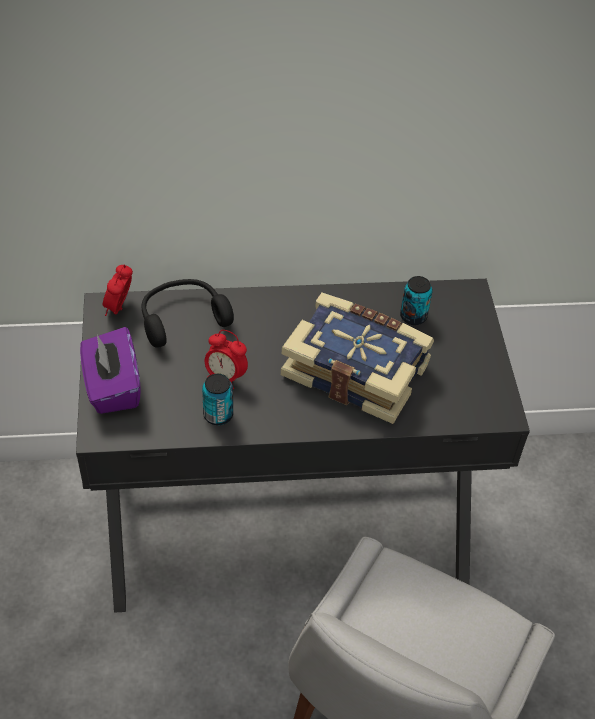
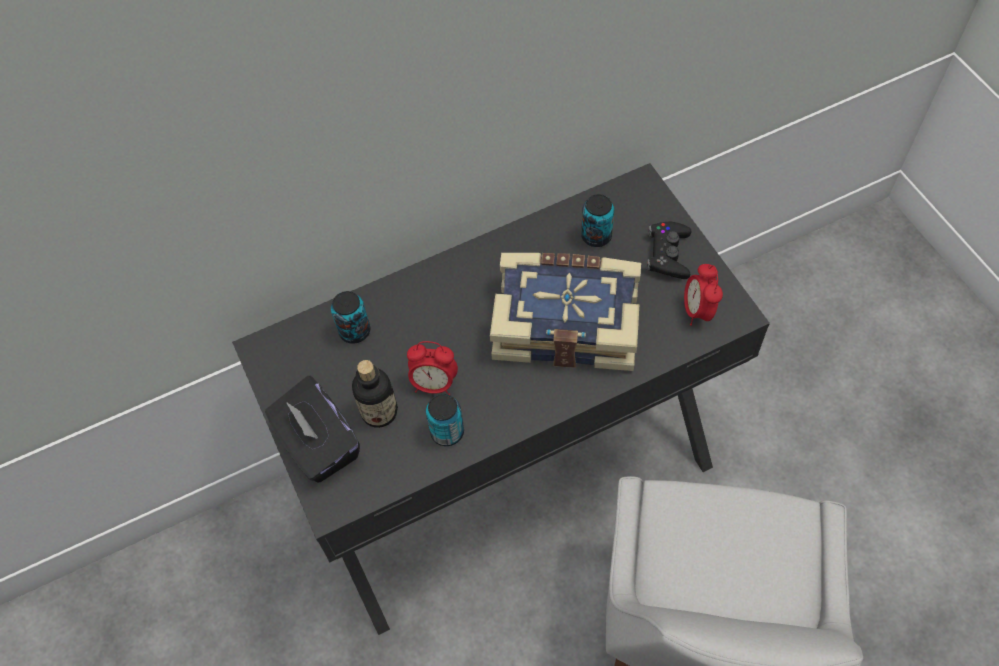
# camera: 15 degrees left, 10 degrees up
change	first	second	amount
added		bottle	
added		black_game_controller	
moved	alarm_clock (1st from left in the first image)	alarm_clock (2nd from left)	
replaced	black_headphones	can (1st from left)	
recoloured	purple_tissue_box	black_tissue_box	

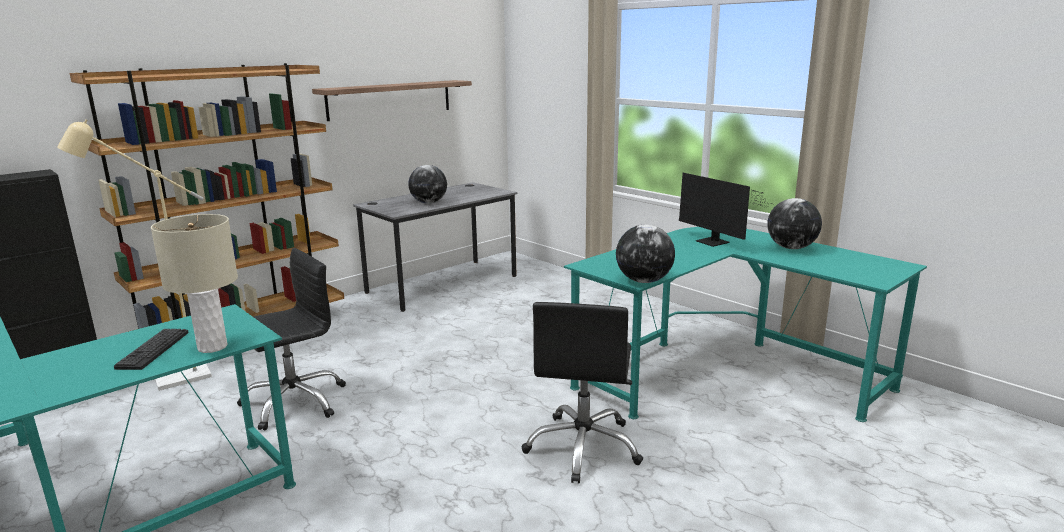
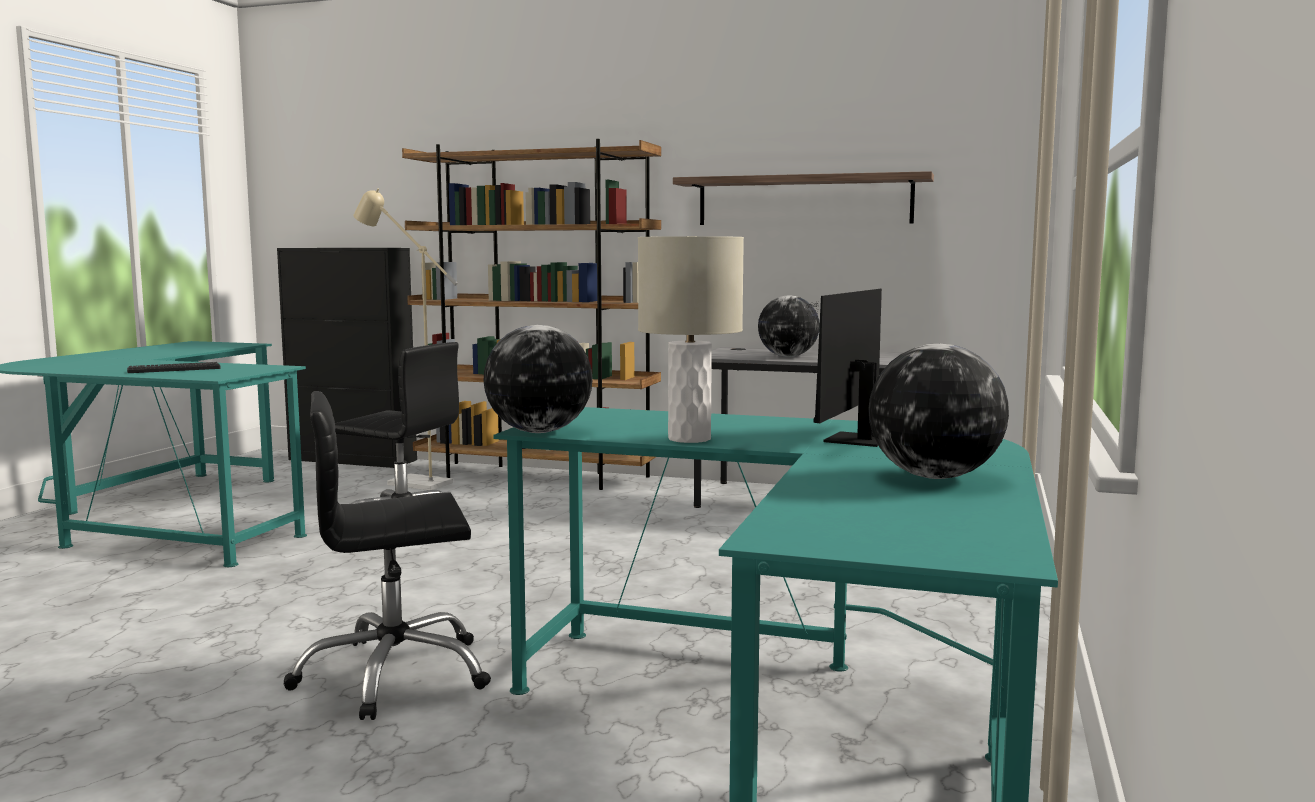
# camera: 60 degrees right, 10 degrees down
change	first	second	amount
moved	beige_table_lamp		

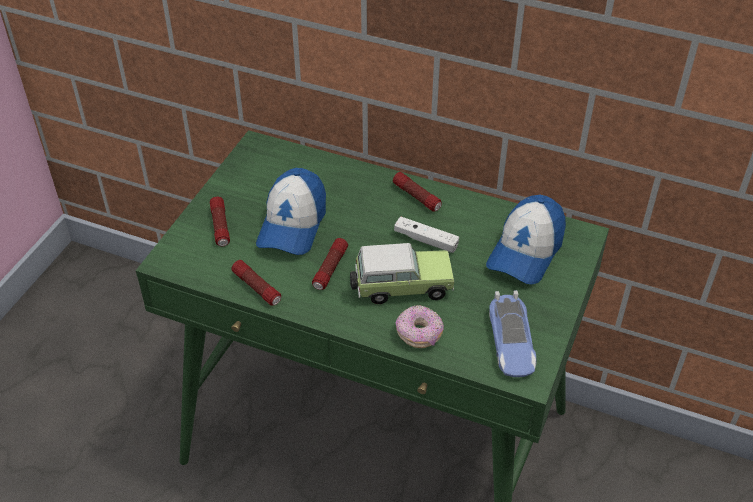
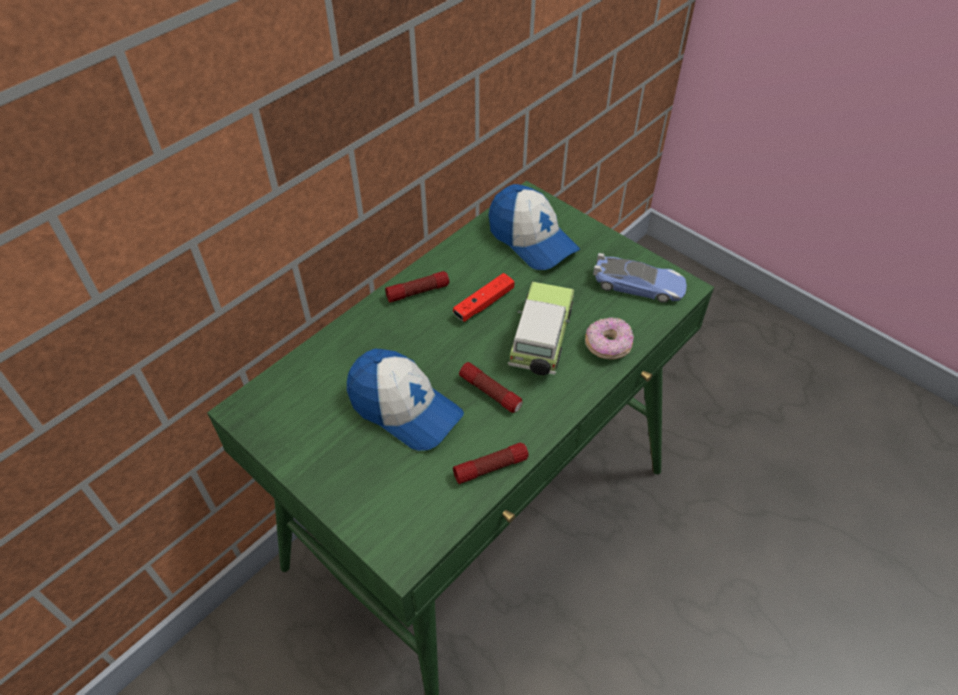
# camera: 70 degrees left, 5 degrees up
change	first	second	amount
removed	flashlight (1st from left)		
recoloured	white_game_controller	red_game_controller	

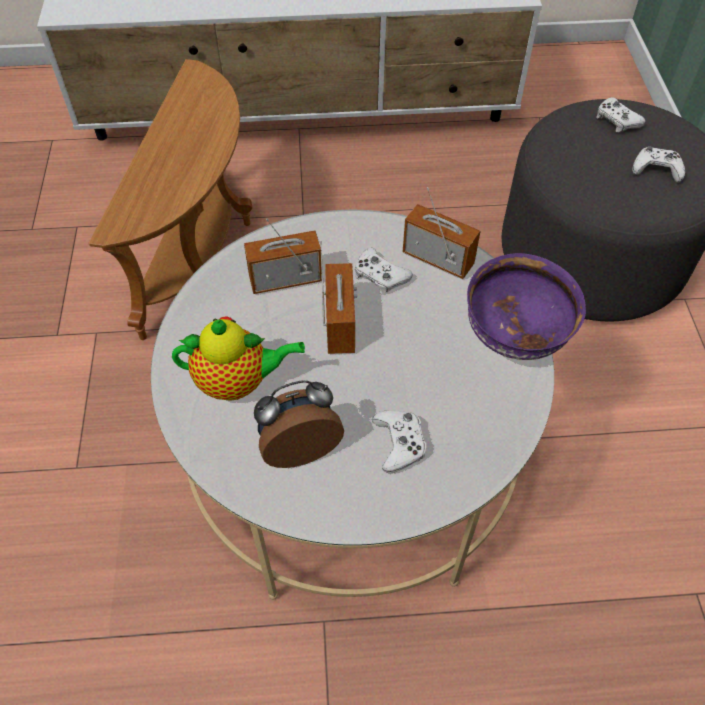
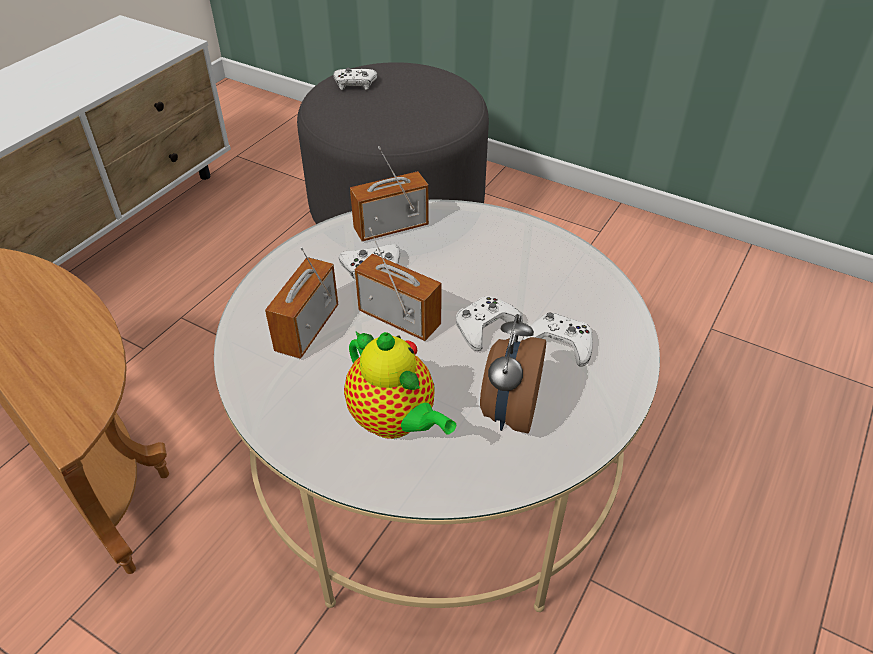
# camera: 55 degrees left, 10 degrees down
change	first	second	amount
removed	purple_bowl		
moved	white_game_controller (4th from left in the first image)	white_game_controller (3rd from left)	
turned	teapot		105 degrees clockwise

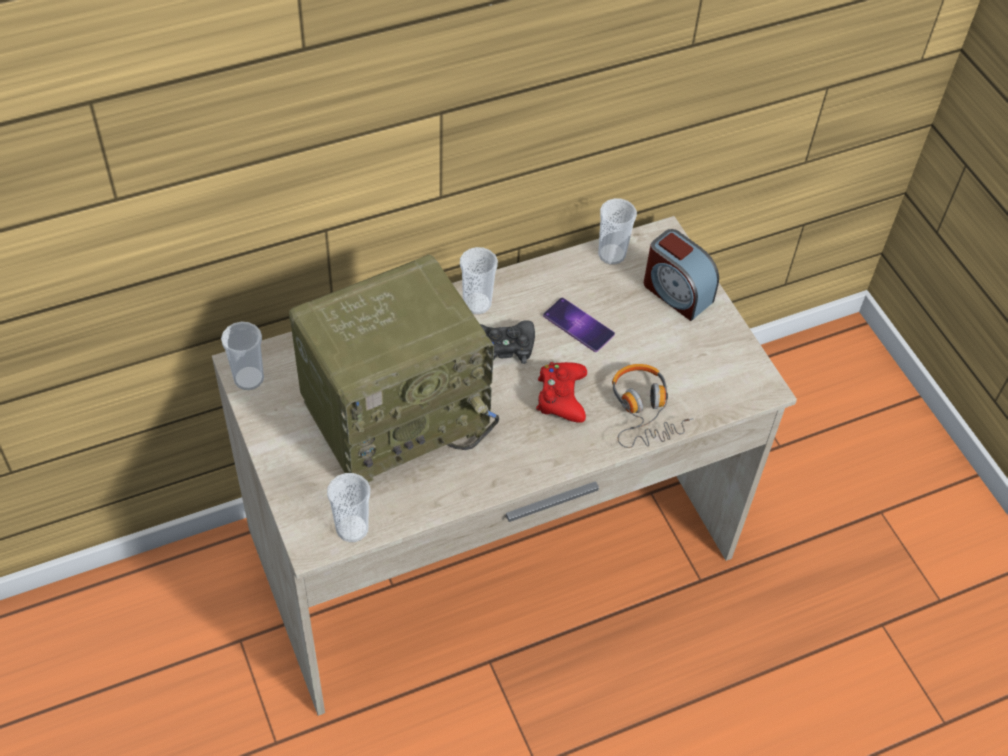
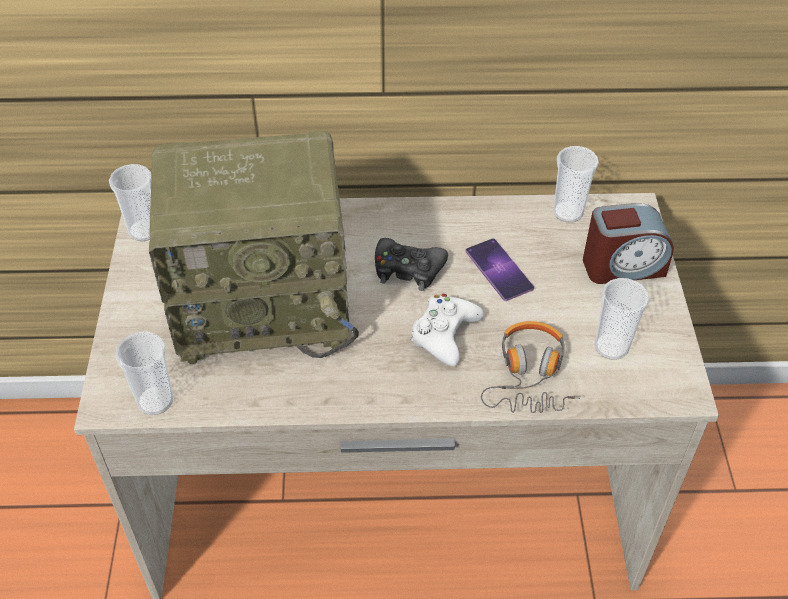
# camera: 25 degrees right, 5 degrees down
change	first	second	amount
moved	cup (3rd from left in the first image)	cup (4th from left)	
recoloured	red_game_controller	white_game_controller	
turned	alarm_clock		75 degrees counterclockwise

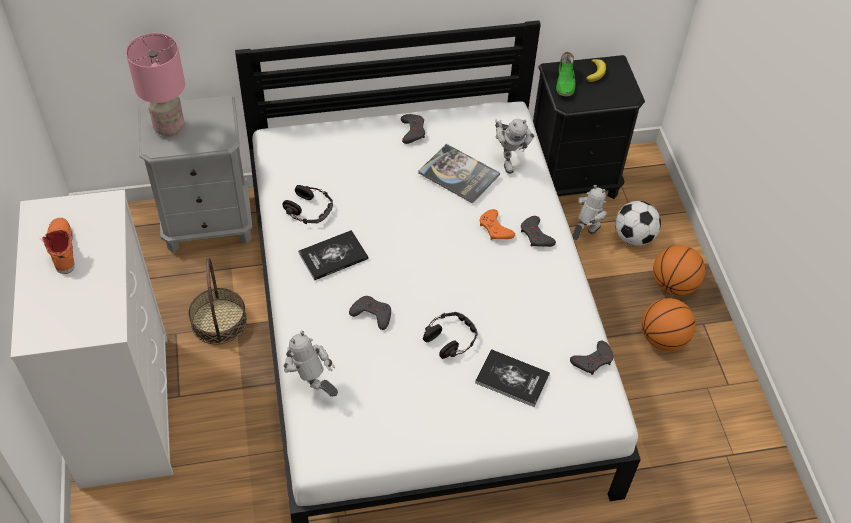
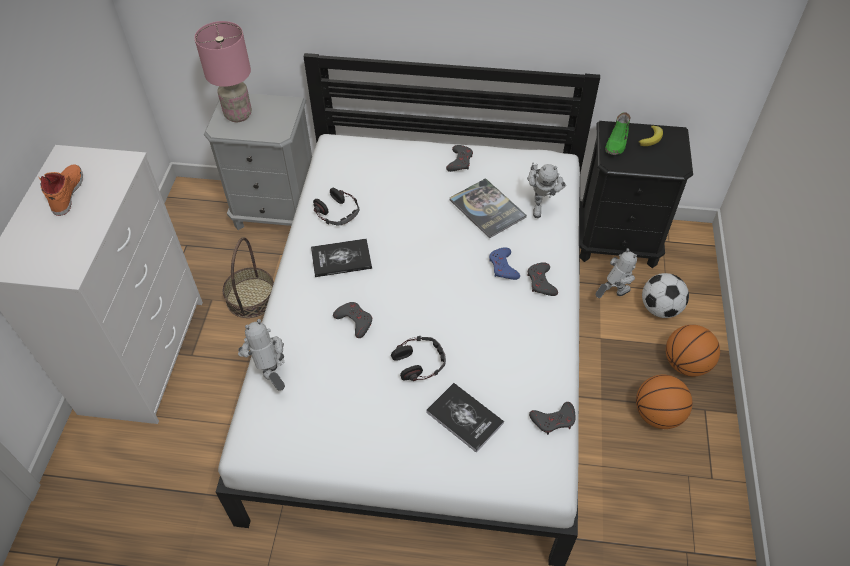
# camera: 20 degrees right, 0 degrees up
change	first	second	amount
recoloured	orange_game_controller	blue_game_controller	

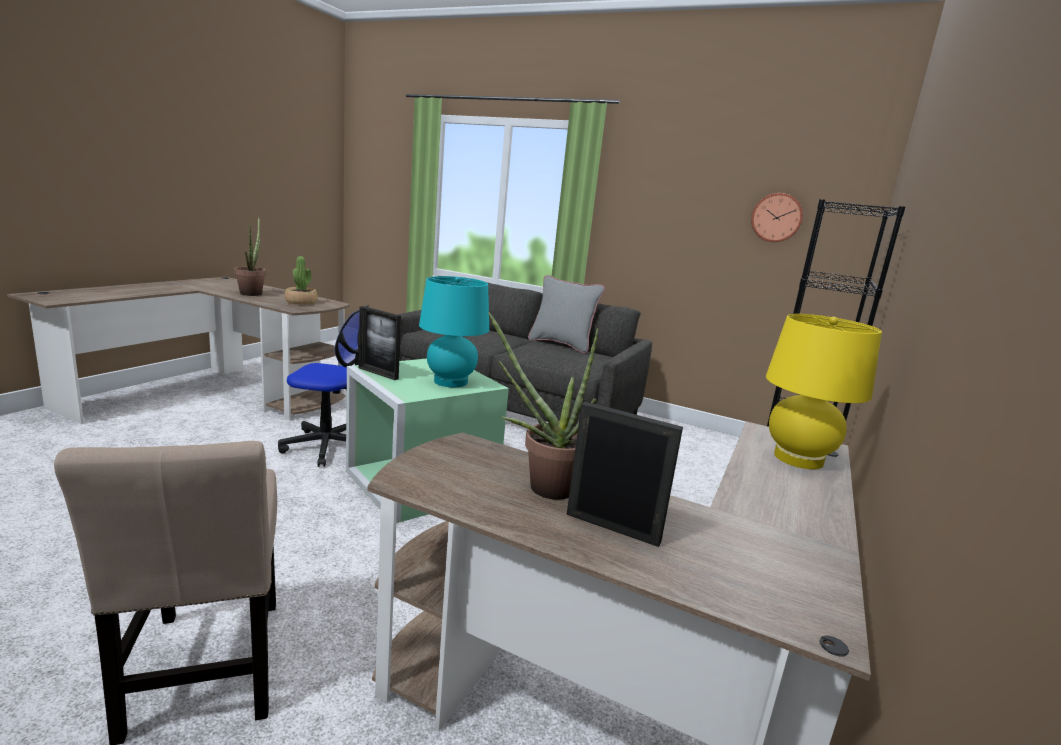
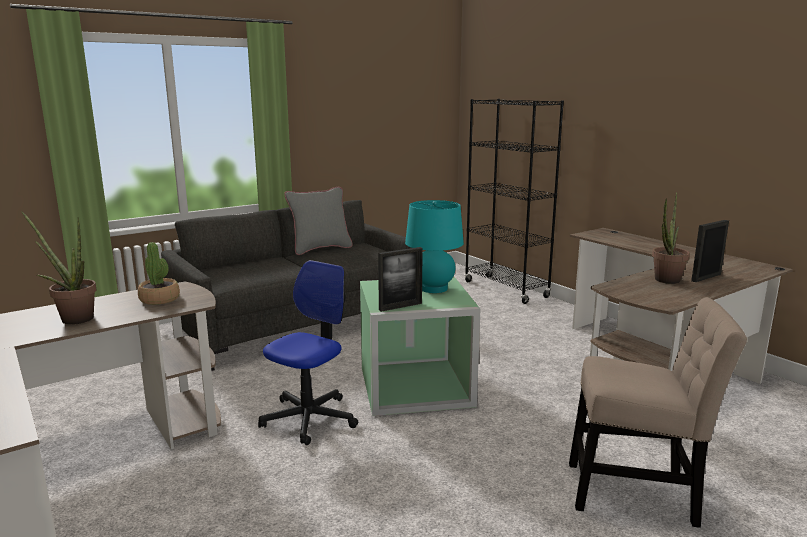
# camera: 60 degrees left, 0 degrees up
change	first	second	amount
removed	wall_clock		
removed	yellow_table_lamp		

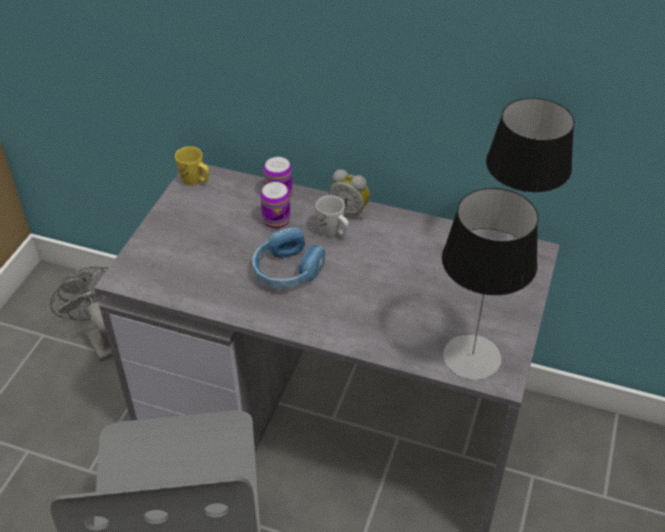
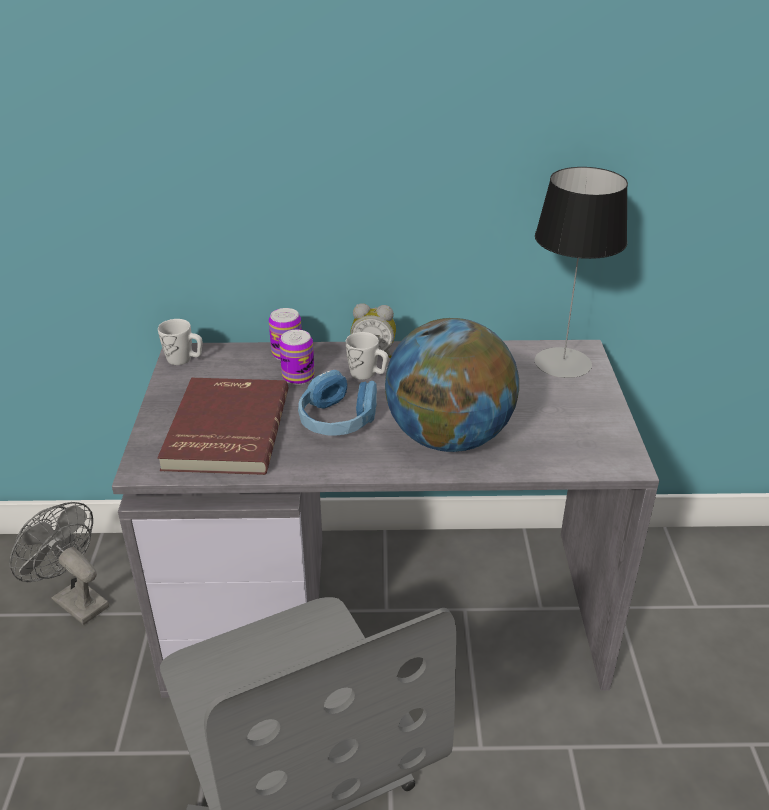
# camera: 20 degrees left, 10 degrees down
change	first	second	amount
removed	table_lamp (1st from left)		
added		red_book	
added		globe	
recoloured	yellow_mug	white_mug (1st from left)	

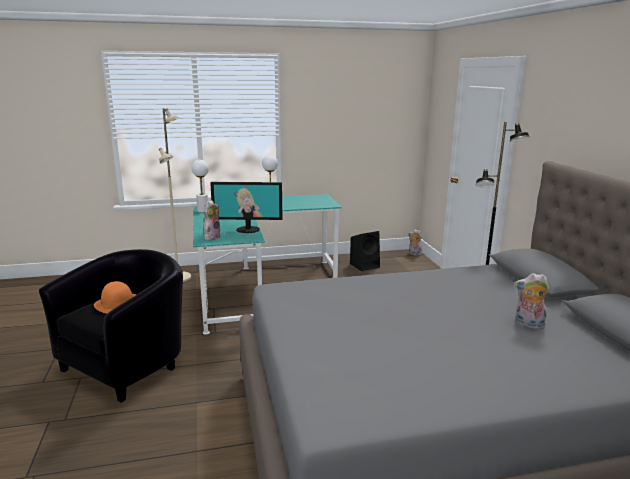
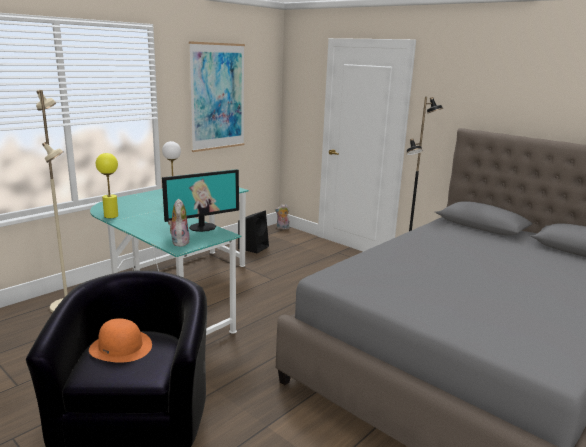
# camera: 35 degrees left, 0 degrees up
change	first	second	amount
removed	plush_toy (3rd from left)		
added		picture	
recoloured	white_table_lamp (1st from left)	yellow_table_lamp	

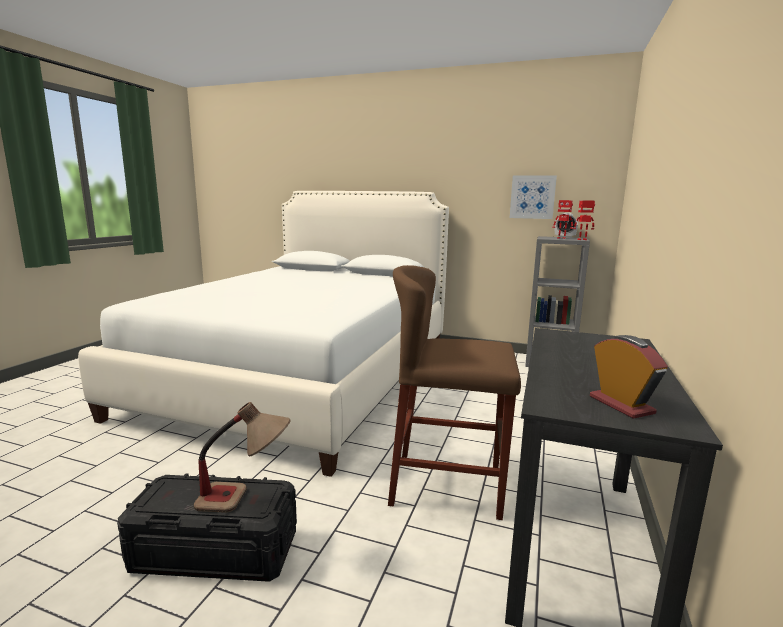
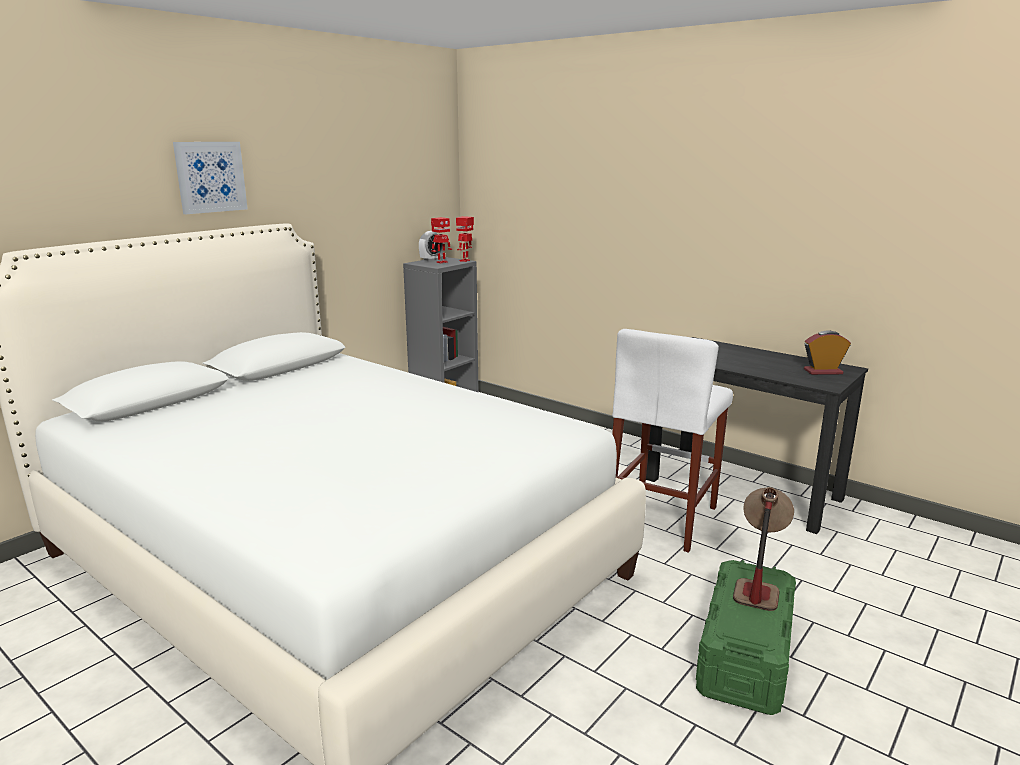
# camera: 70 degrees left, 5 degrees up
change	first	second	amount
moved	picture		
recoloured	black_storage_box	green_storage_box	
recoloured	brown_stool	white_stool	

